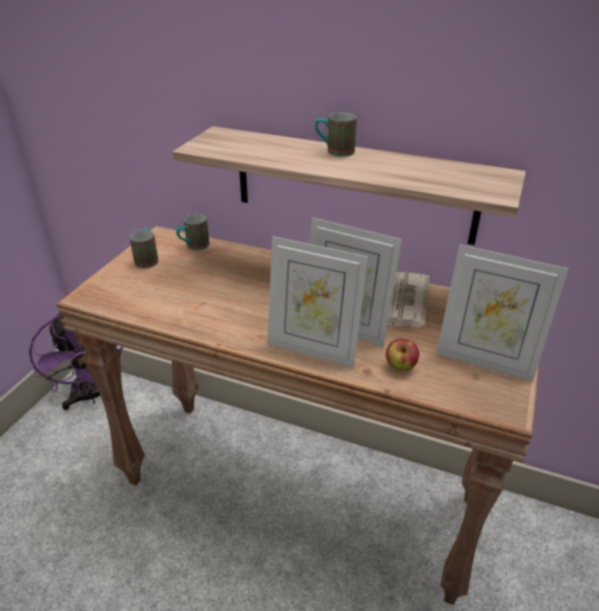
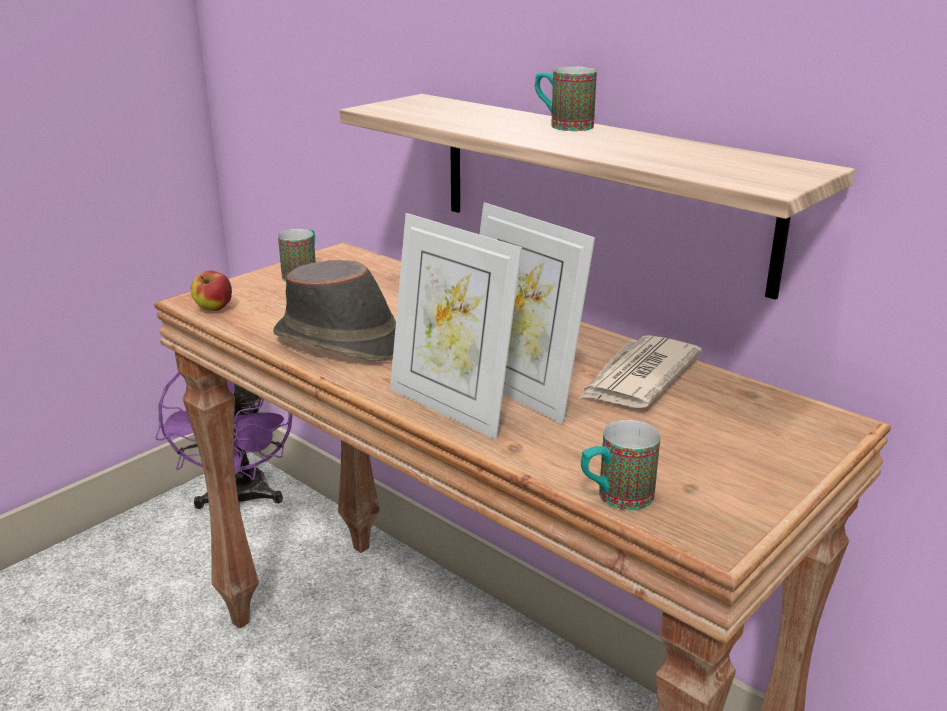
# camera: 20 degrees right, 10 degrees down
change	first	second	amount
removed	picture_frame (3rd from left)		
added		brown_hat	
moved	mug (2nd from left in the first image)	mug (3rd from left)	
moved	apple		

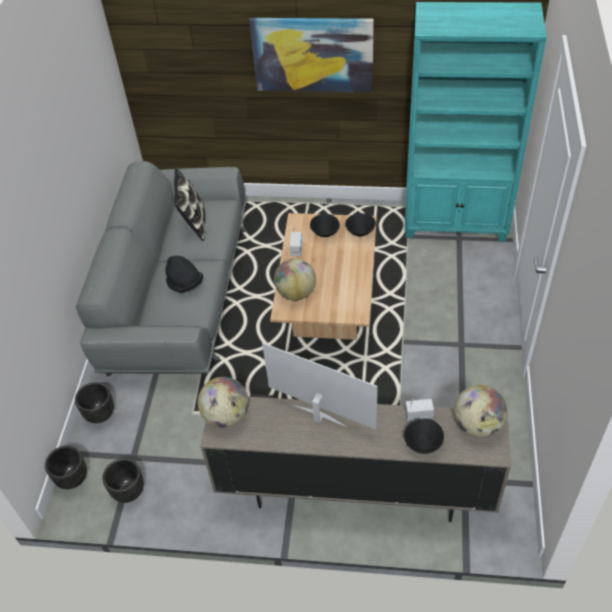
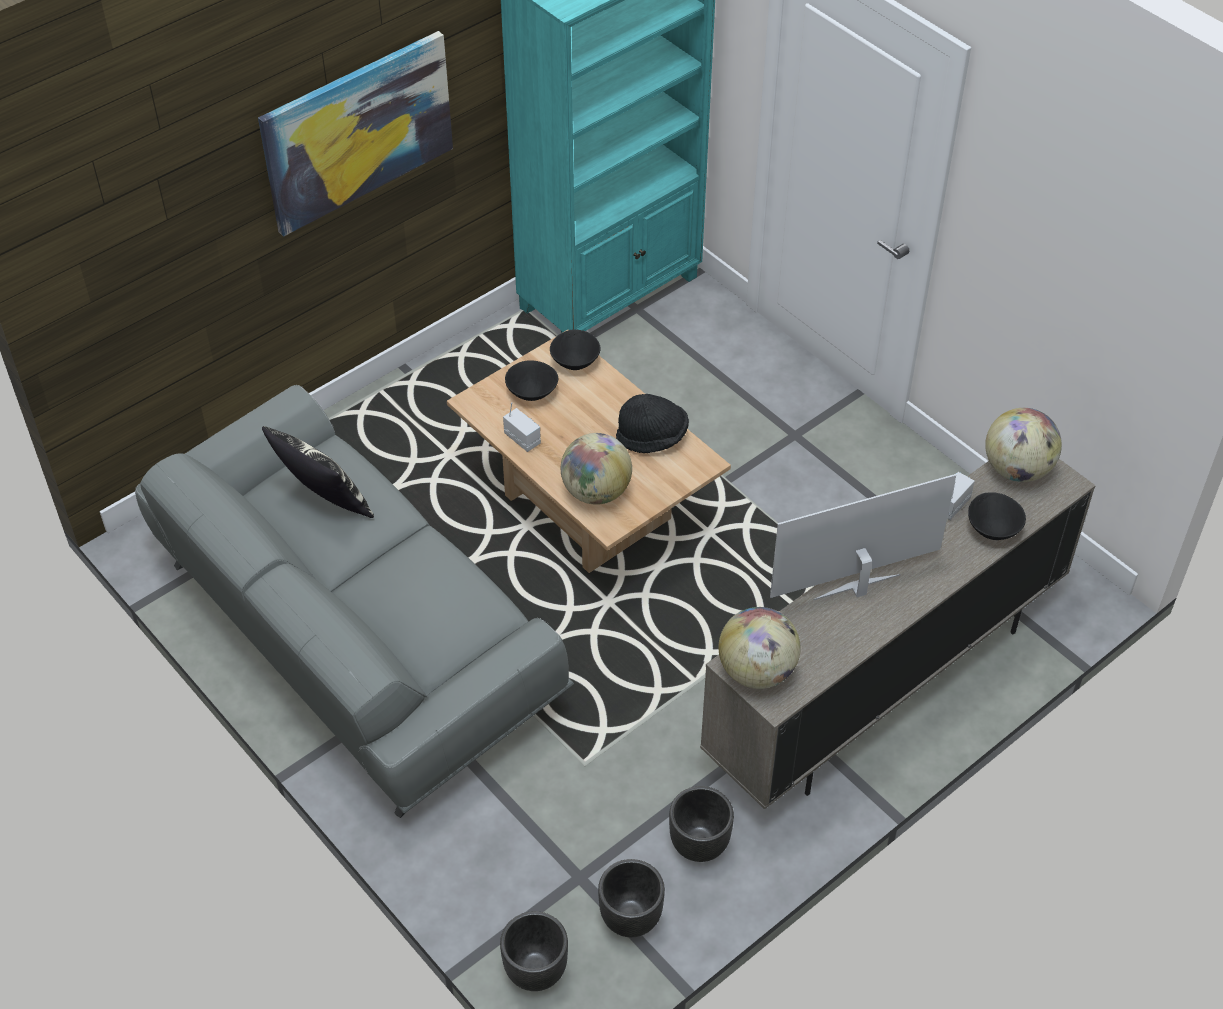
# camera: 50 degrees left, 0 degrees up
change	first	second	amount
moved	black_planter (2nd from left in the first image)	black_planter (3rd from left)	
moved	black_hat		

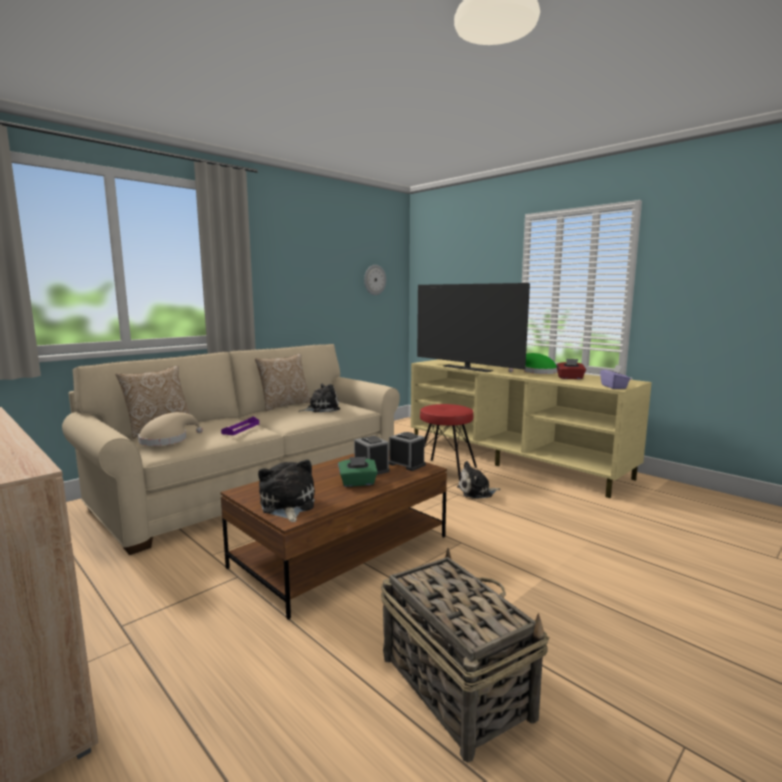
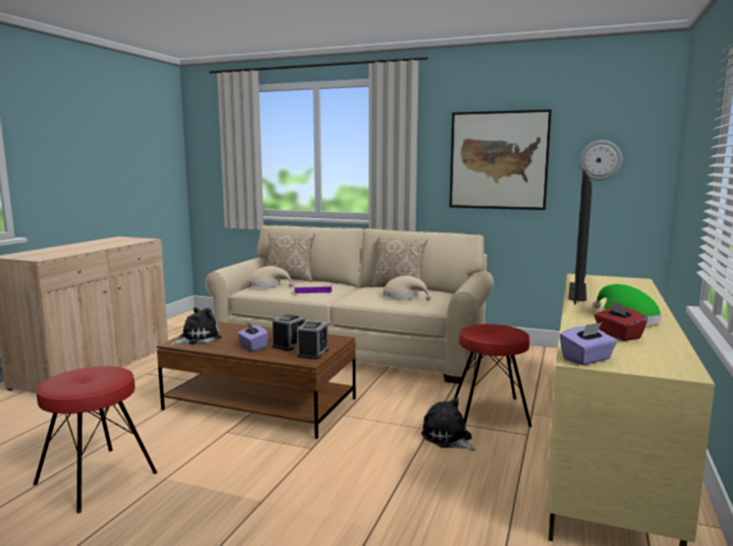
# camera: 65 degrees right, 0 degrees up
change	first	second	amount
added		picture	
replaced	plush_toy (2nd from left)	beige_hat (2nd from left)	
replaced	basket	red_stool (1st from left)	
recoloured	green_tissue_box	purple_tissue_box (1st from left)	

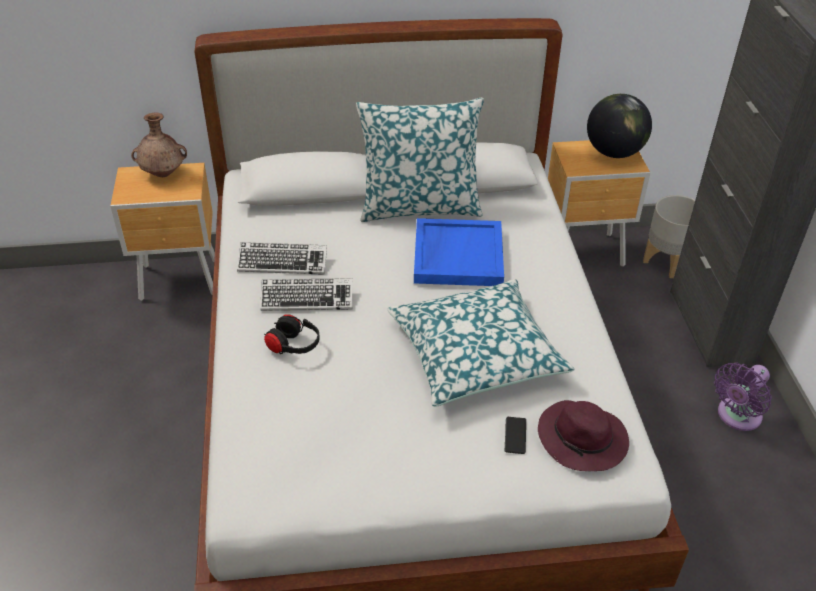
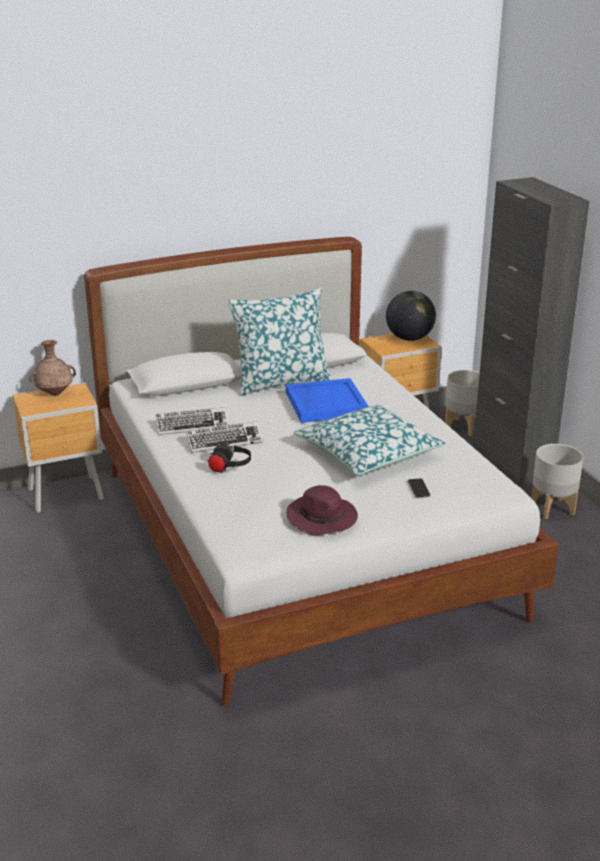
# camera: 15 degrees left, 15 degrees down
change	first	second	amount
moved	purple_hat		
replaced	purple_fan	grey_planter (2nd from left)	

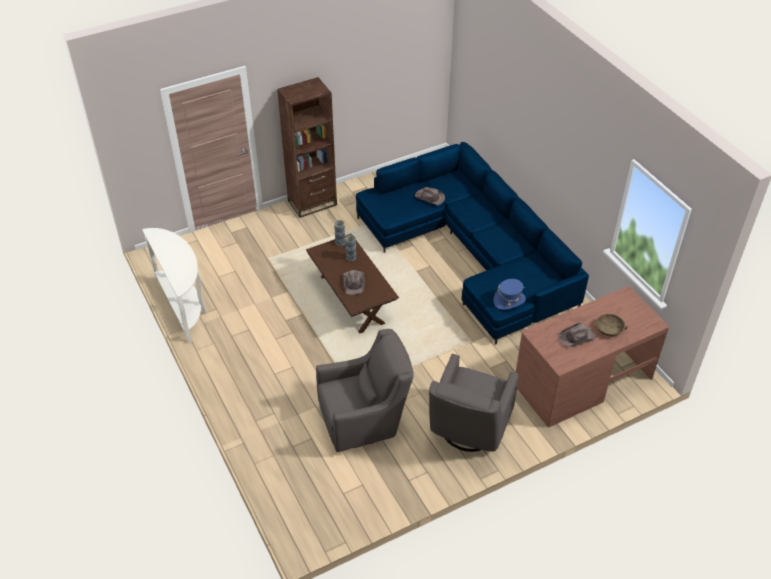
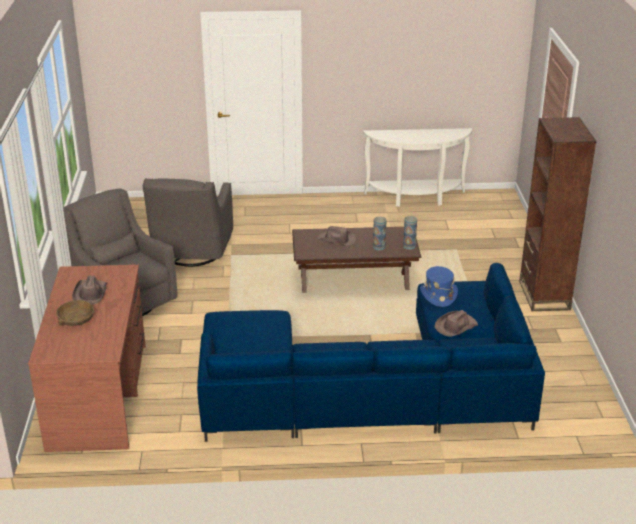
# camera: 115 degrees right, 15 degrees down
change	first	second	amount
moved	blue_hat		

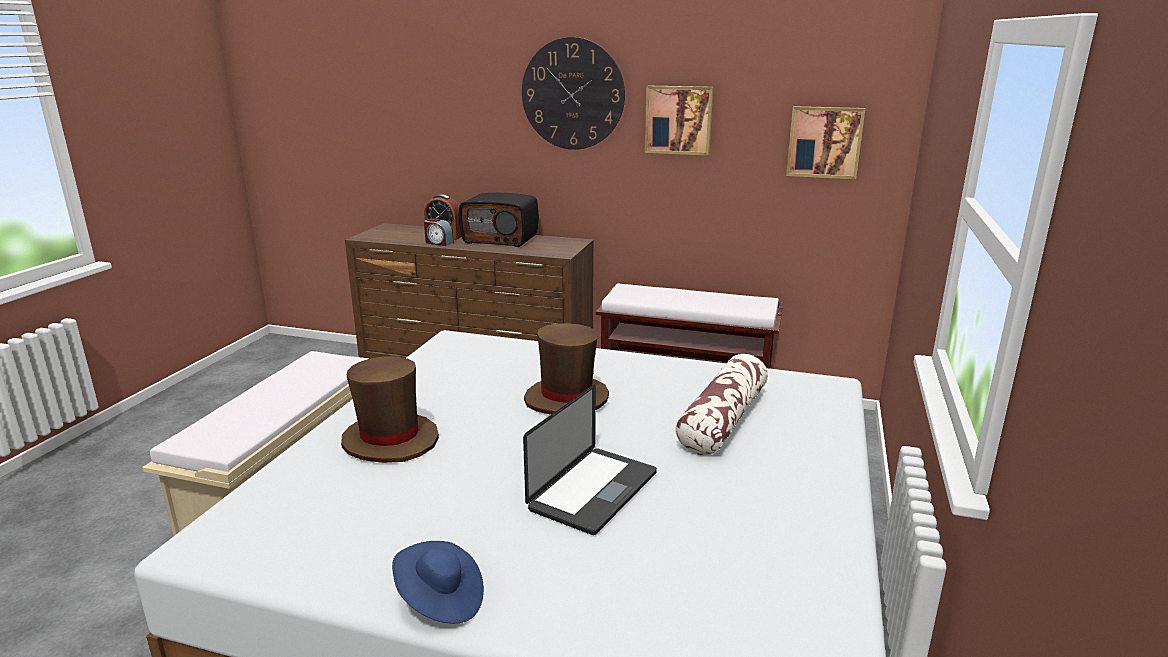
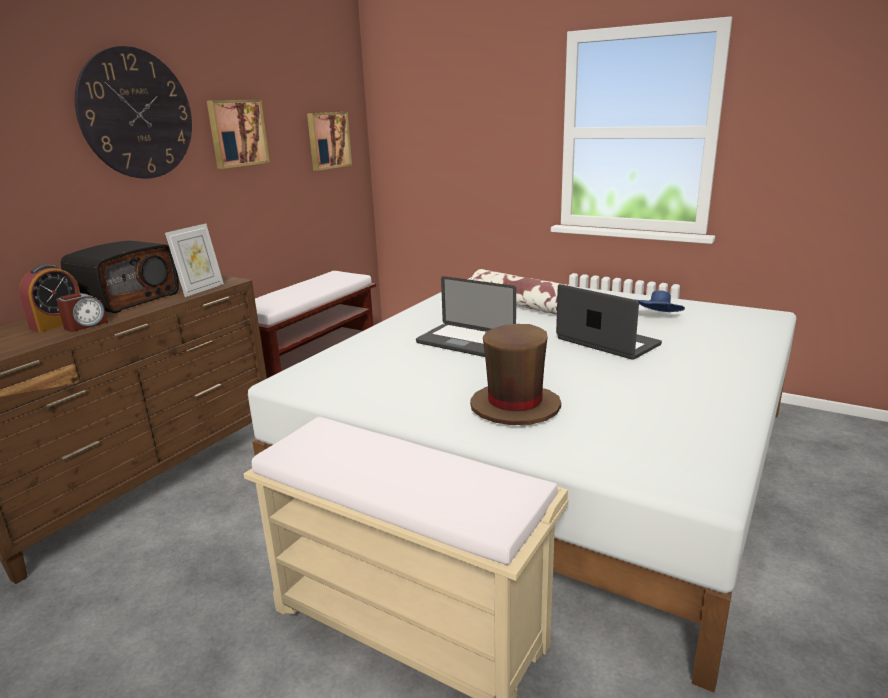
# camera: 75 degrees left, 0 degrees up
change	first	second	amount
added		picture_frame	
moved	blue_hat		
replaced	brown_hat (2nd from left)	laptop (1st from left)	

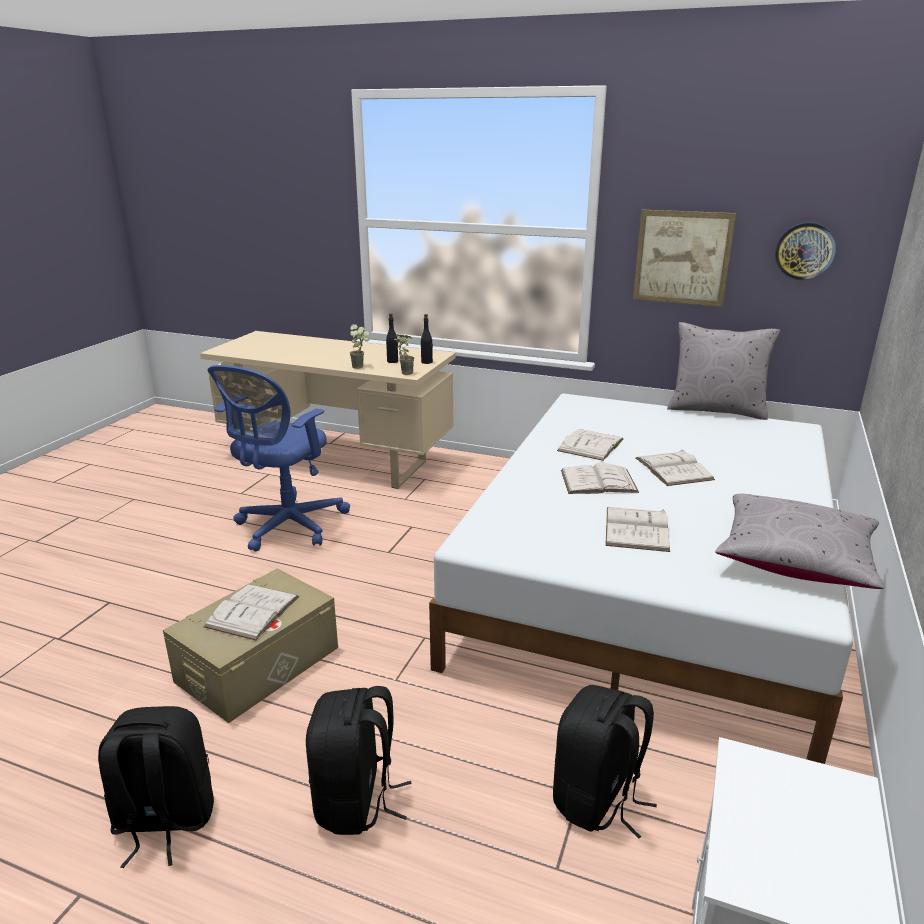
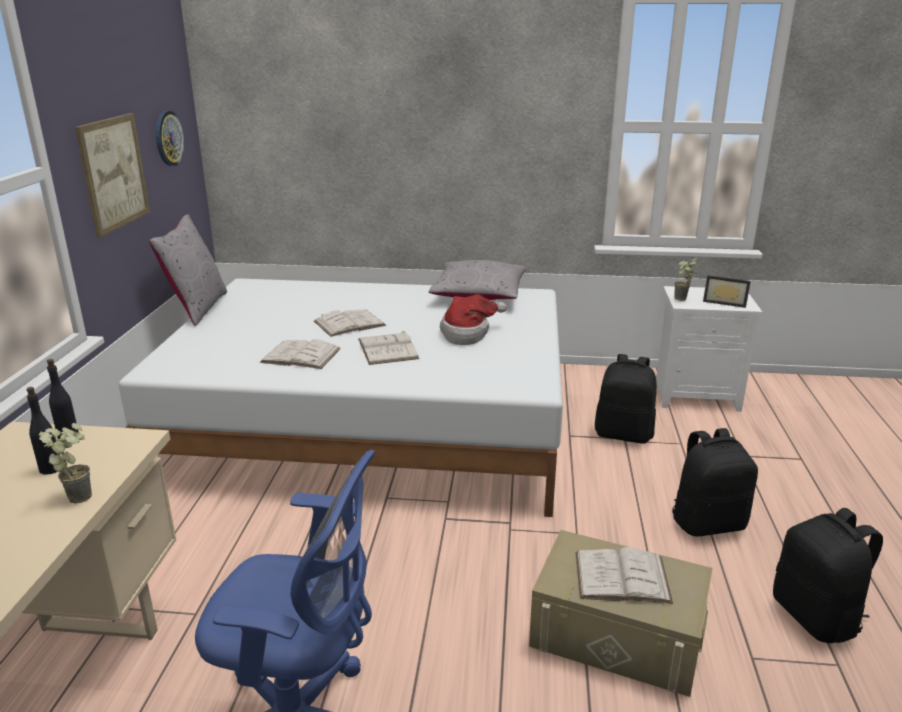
# camera: 105 degrees left, 0 degrees up
change	first	second	amount
added		picture_frame	
moved	potted_plant (2nd from left)		
replaced	white_book (4th from left)	hat	

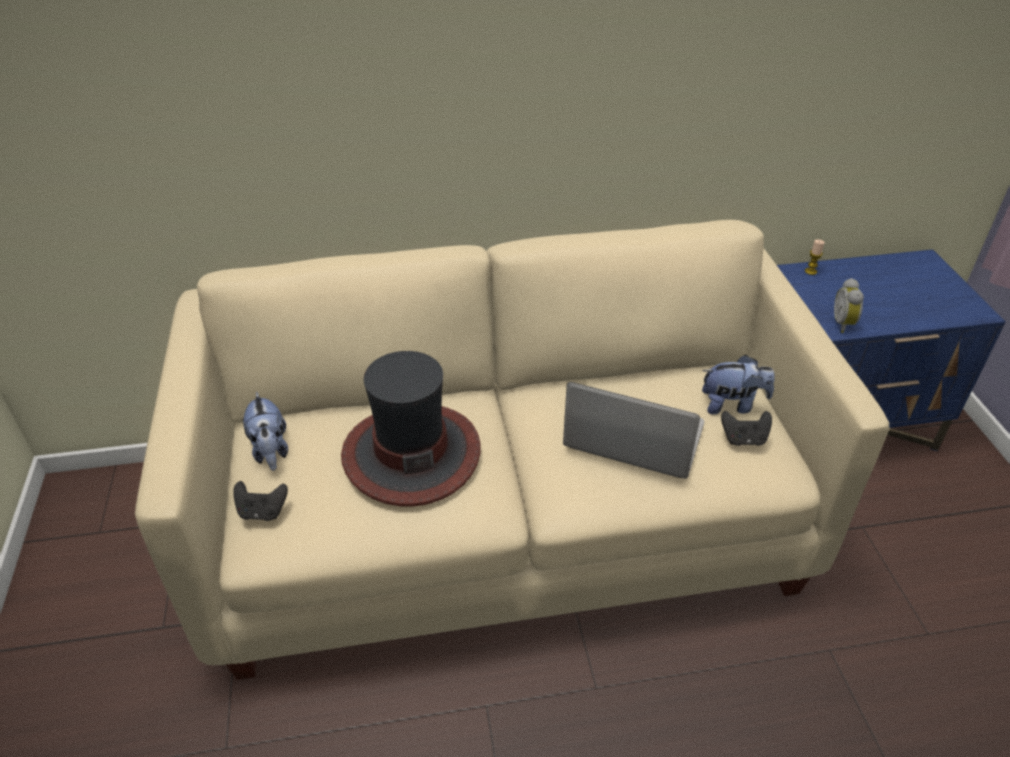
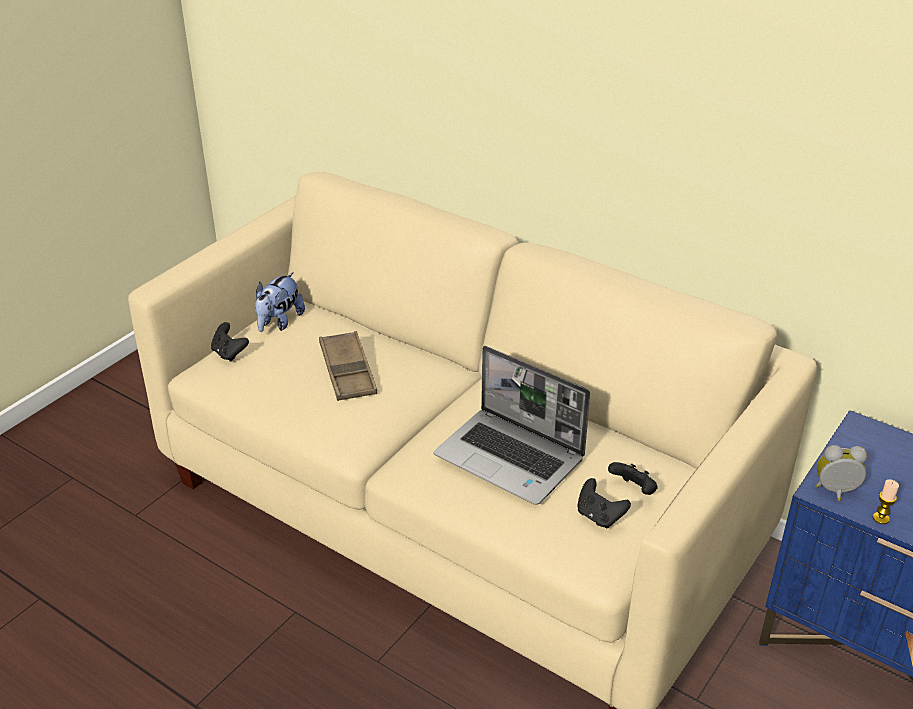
# camera: 45 degrees right, 5 degrees down
change	first	second	amount
moved	candle		
replaced	hat	brown_tray	
replaced	plush_toy (2nd from left)	black_game_controller (3rd from left)	
turned	laptop		150 degrees clockwise
turned	alarm_clock		45 degrees clockwise

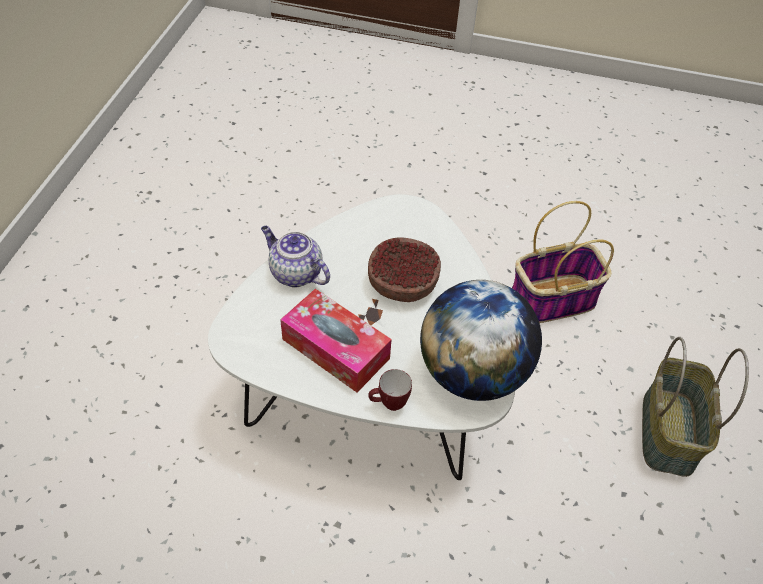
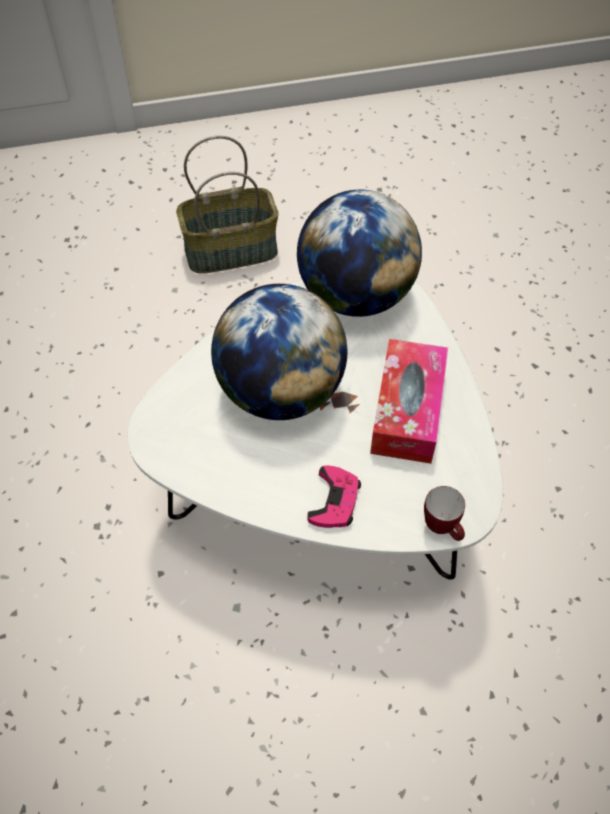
# camera: 115 degrees left, 5 degrees up
change	first	second	amount
removed	basket (1st from left)		
moved	mug		
replaced	teapot	pink_game_controller	
replaced	bowl	globe (1st from left)	

